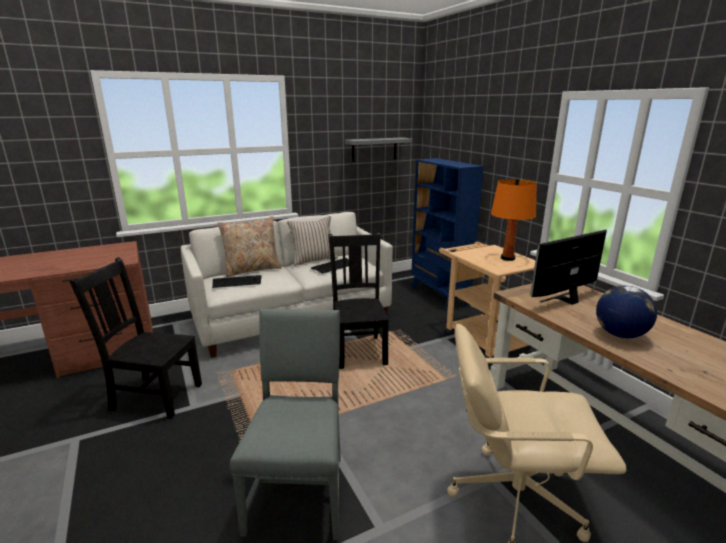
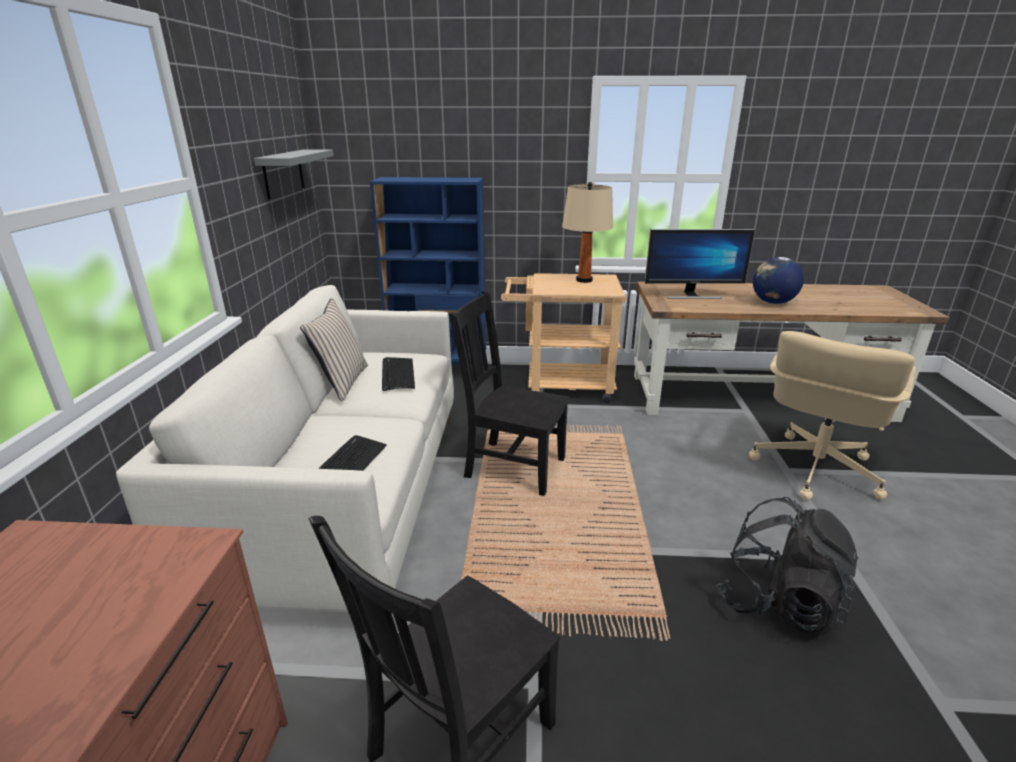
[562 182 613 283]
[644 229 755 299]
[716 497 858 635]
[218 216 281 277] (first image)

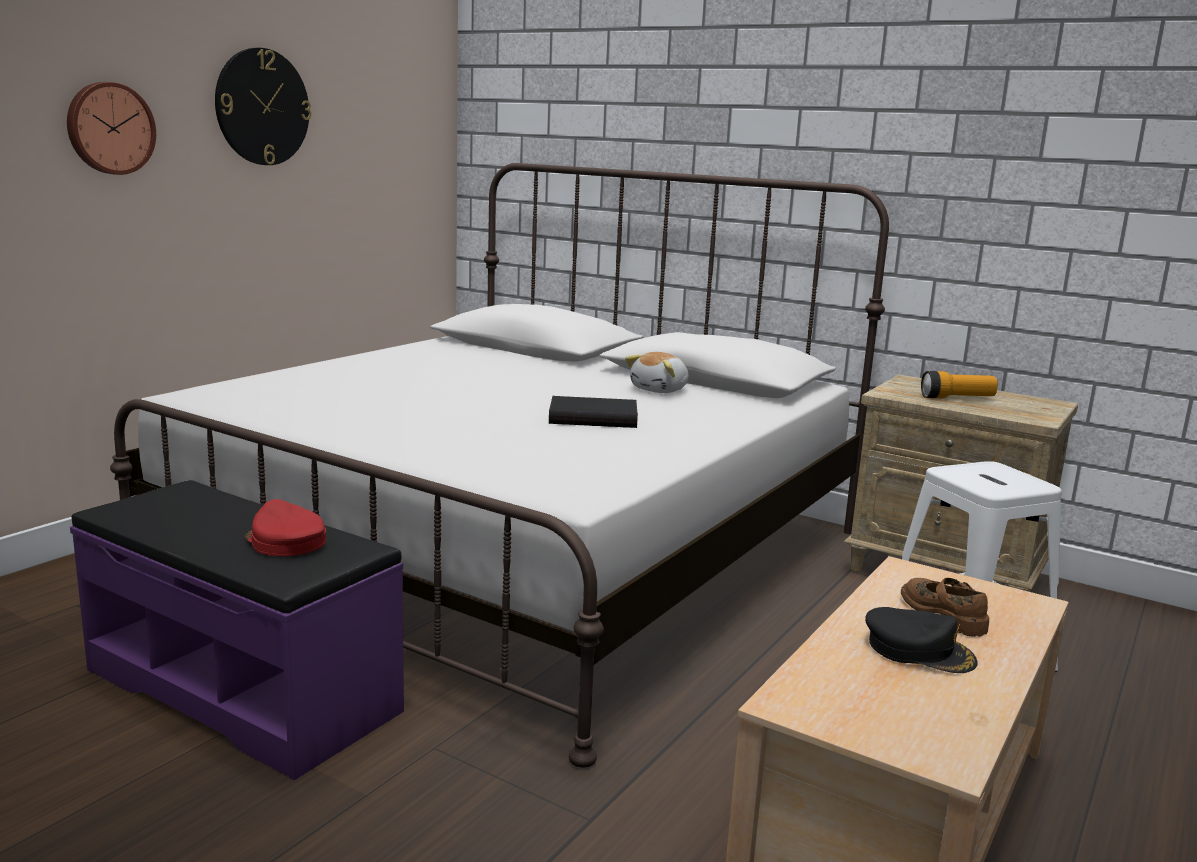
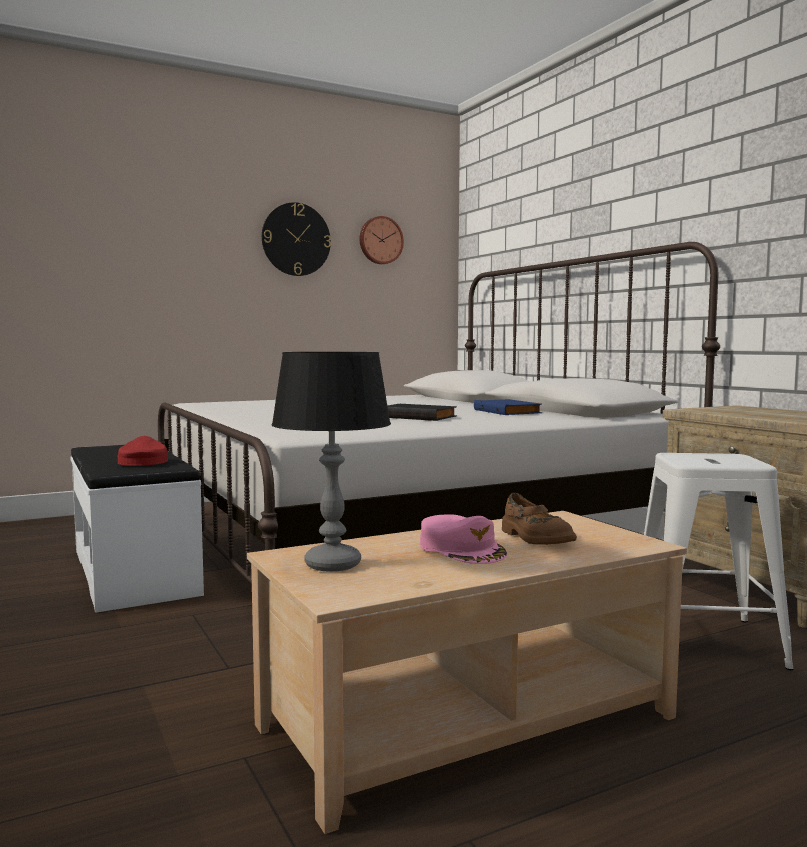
[70 445 204 613]
[271 352 391 572]
[359 216 404 264]
[420 514 507 564]
[474 399 542 415]
[502 493 577 545]
[921 371 998 398] (first image)

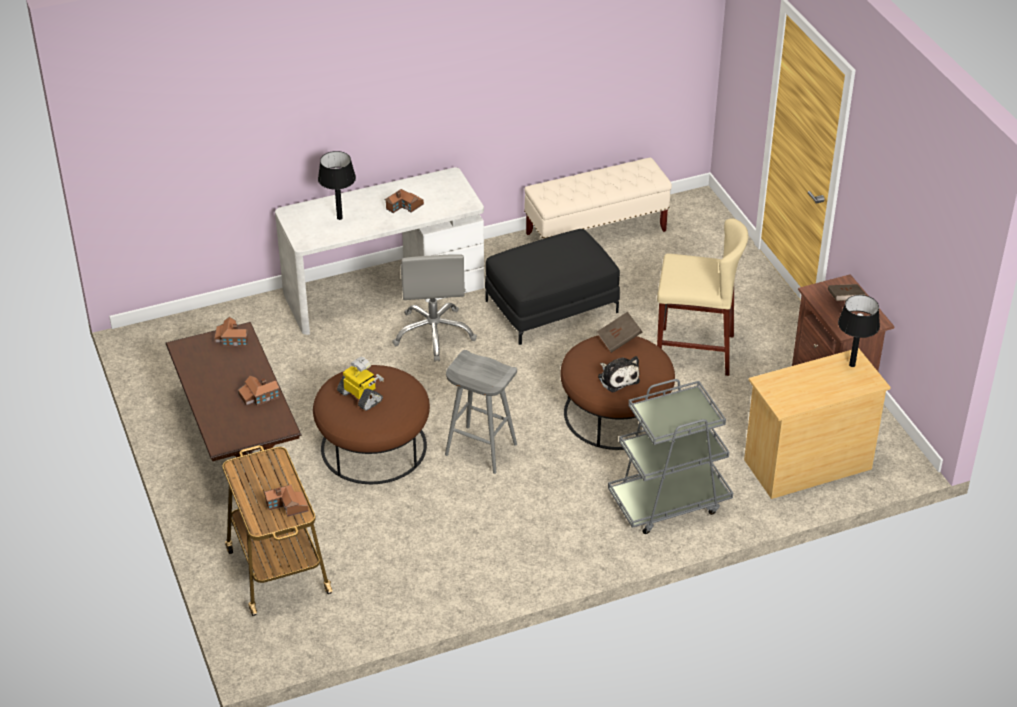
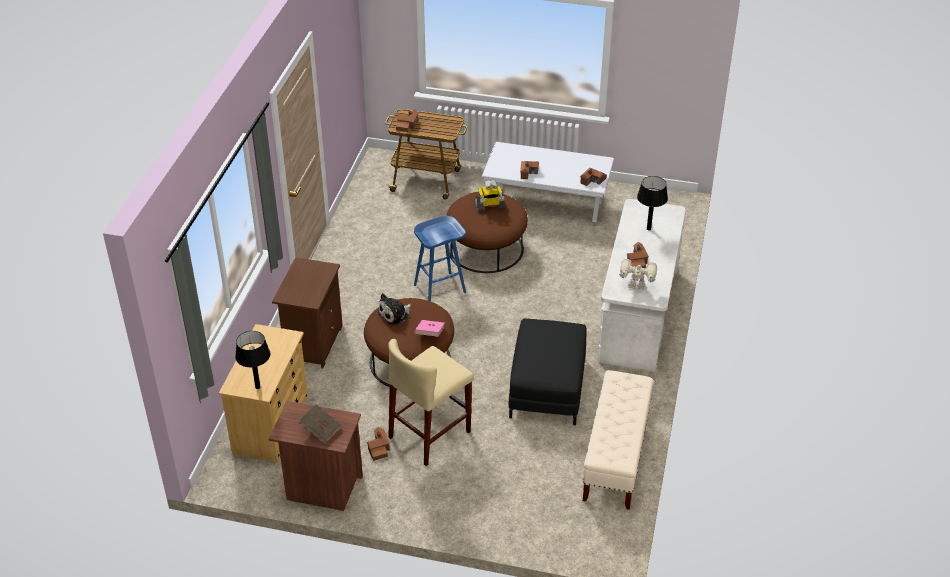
[272 257 343 368]
[367 427 390 461]
[378 293 411 325]
[414 216 466 302]
[415 320 444 337]
[482 142 614 222]
[619 259 657 290]
[392 254 477 362] (first image)

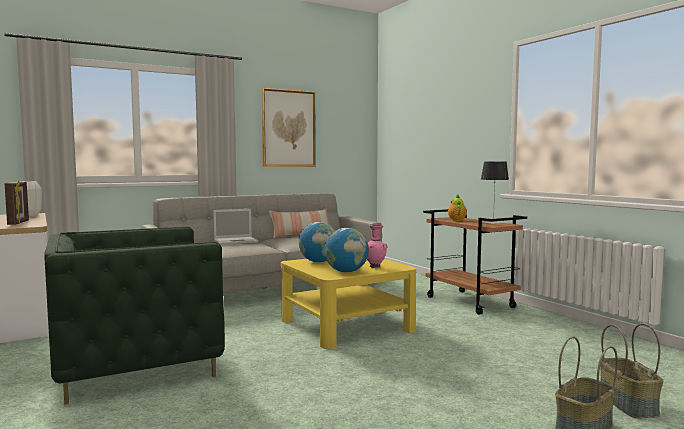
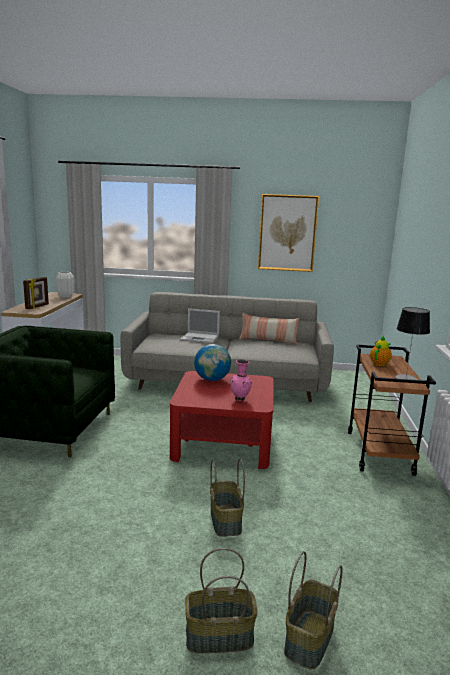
[170 371 274 469]
[210 458 245 537]
[324 228 369 272] (first image)

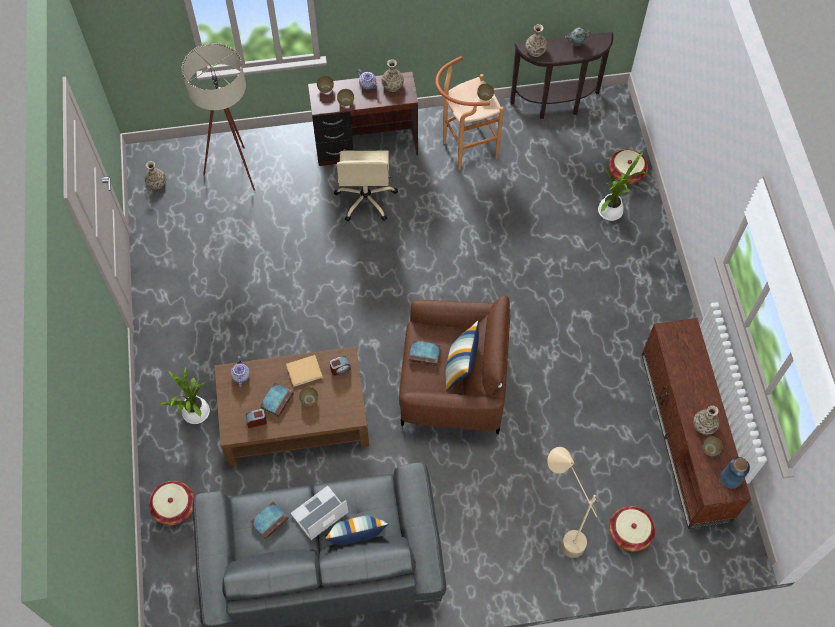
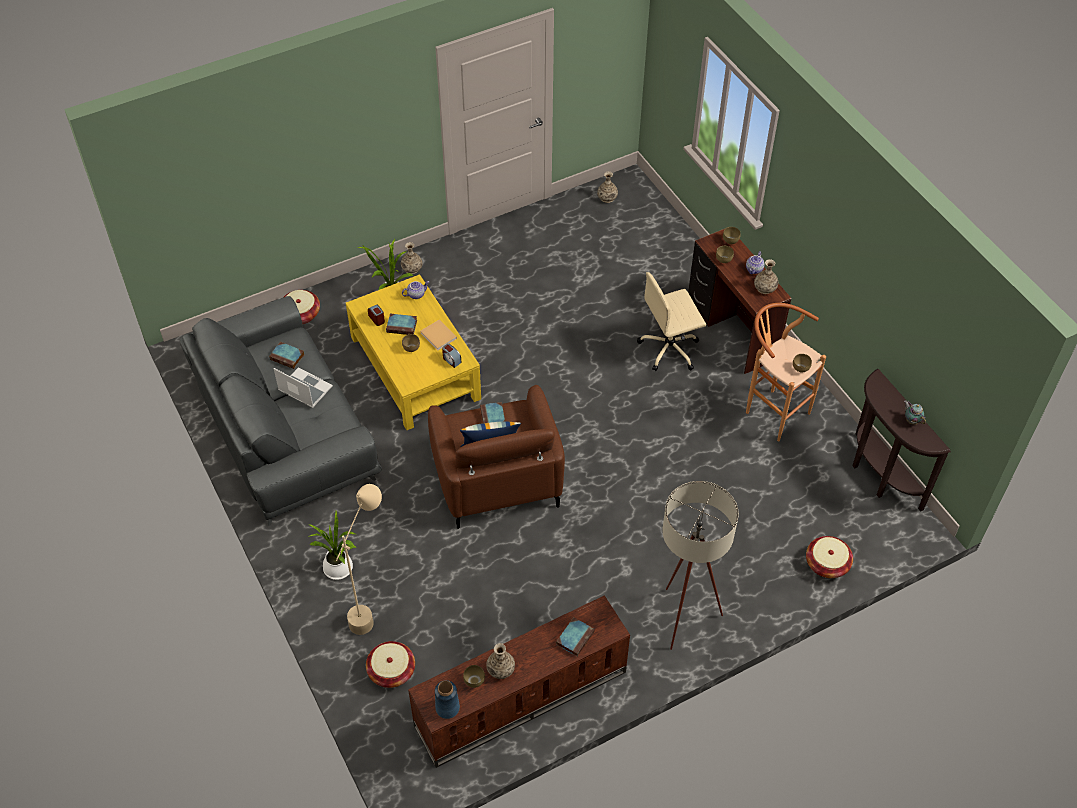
[308 511 356 580]
[346 274 481 430]
[401 242 422 274]
[556 617 595 657]
[662 481 739 650]
[324 516 388 545] (first image)

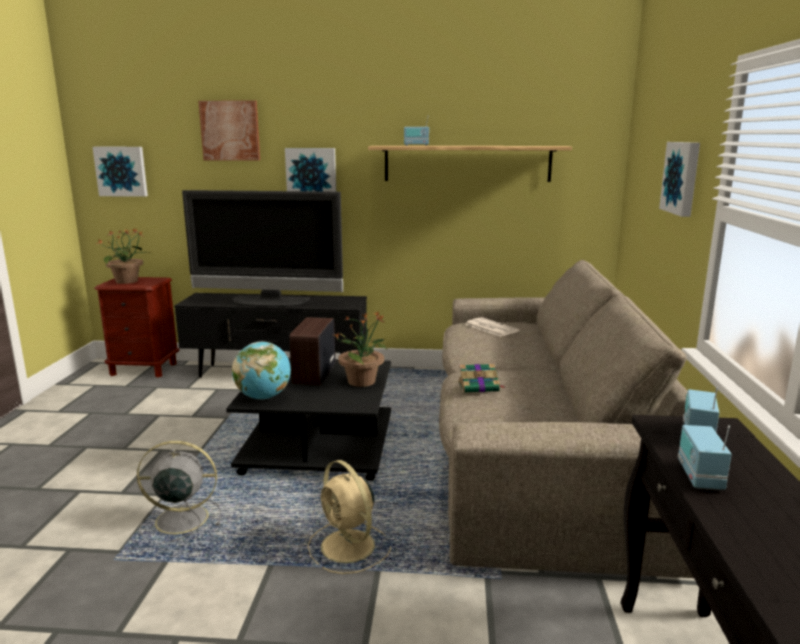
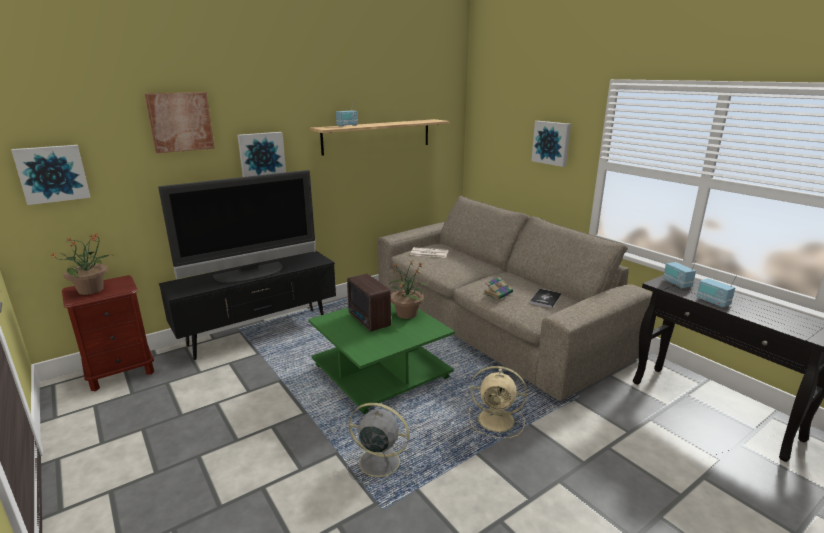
[308 303 455 414]
[347 403 410 484]
[530 289 561 308]
[232 342 291 400] (first image)

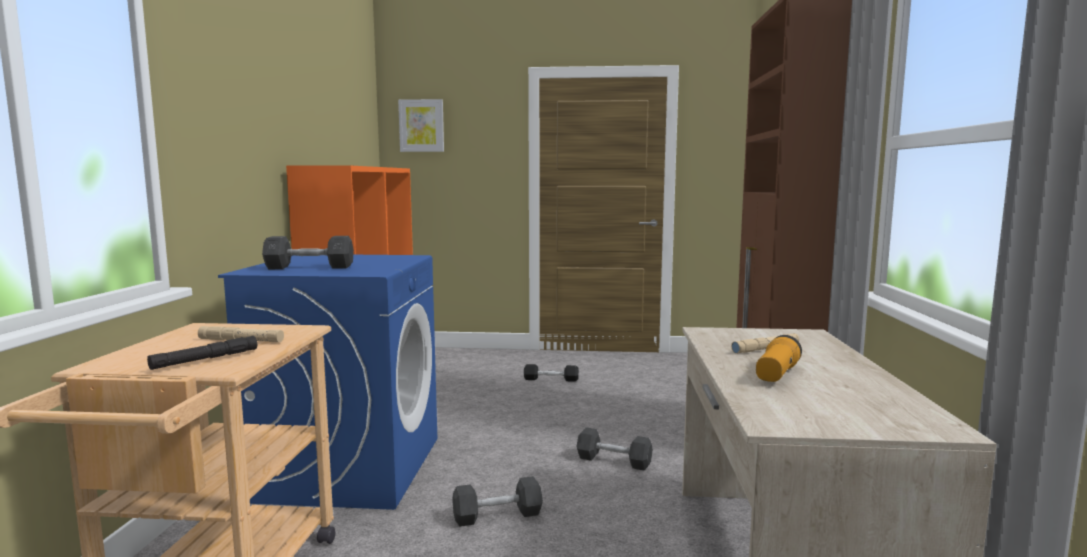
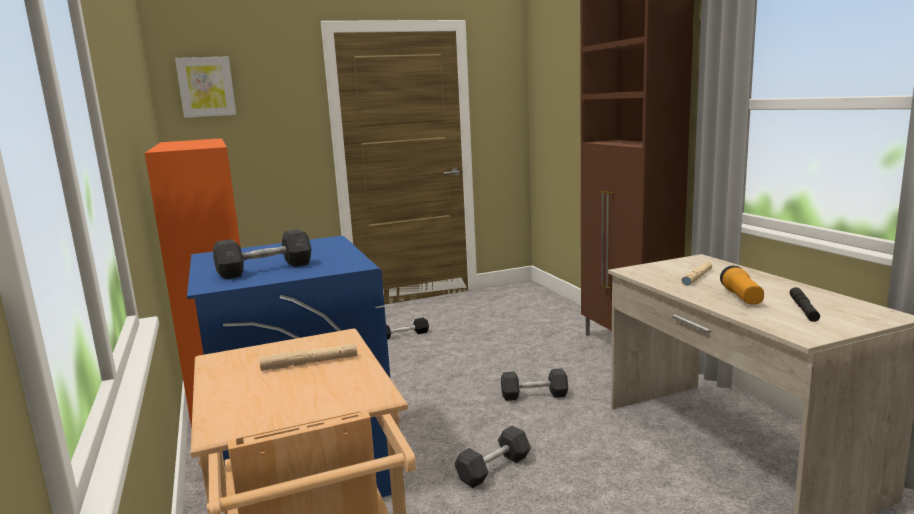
[790 287 820 322]

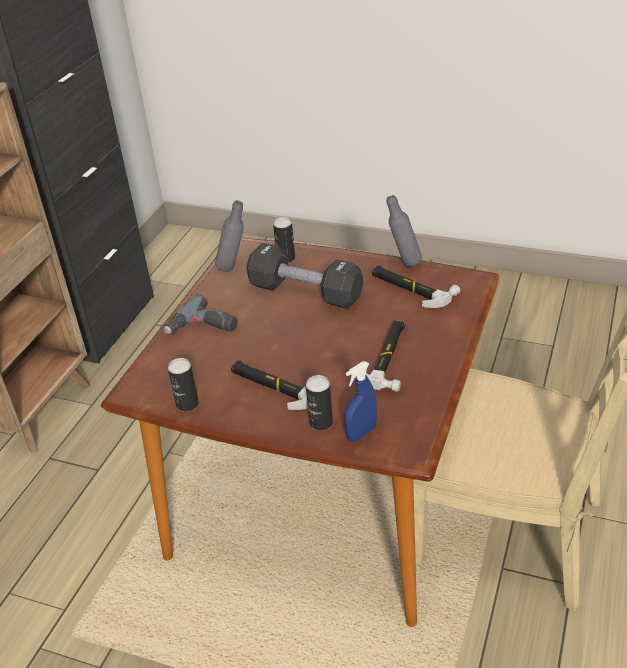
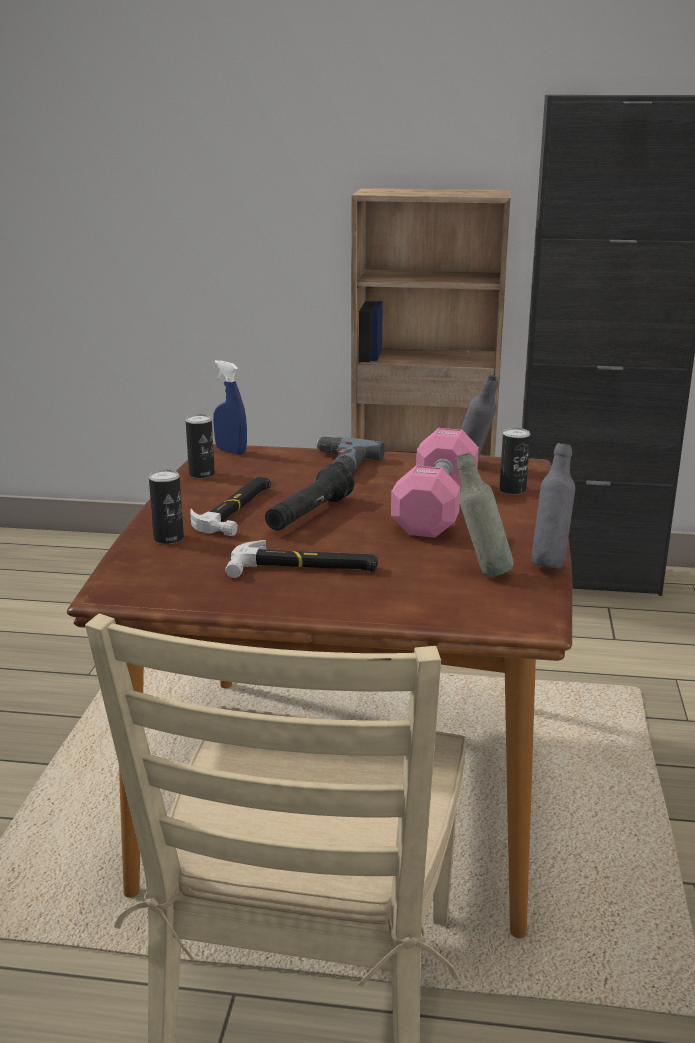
[213 360 247 455]
[265 463 354 531]
[391 428 479 538]
[457 453 513 577]

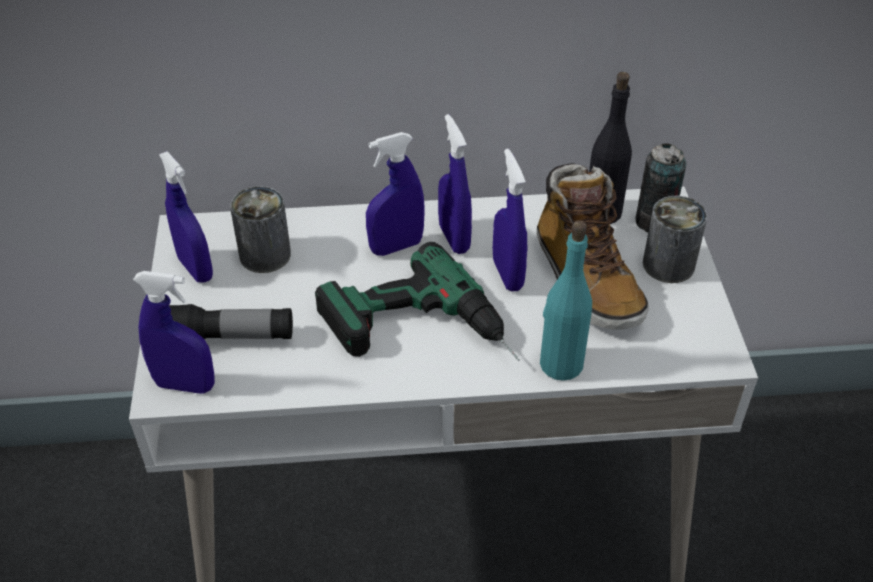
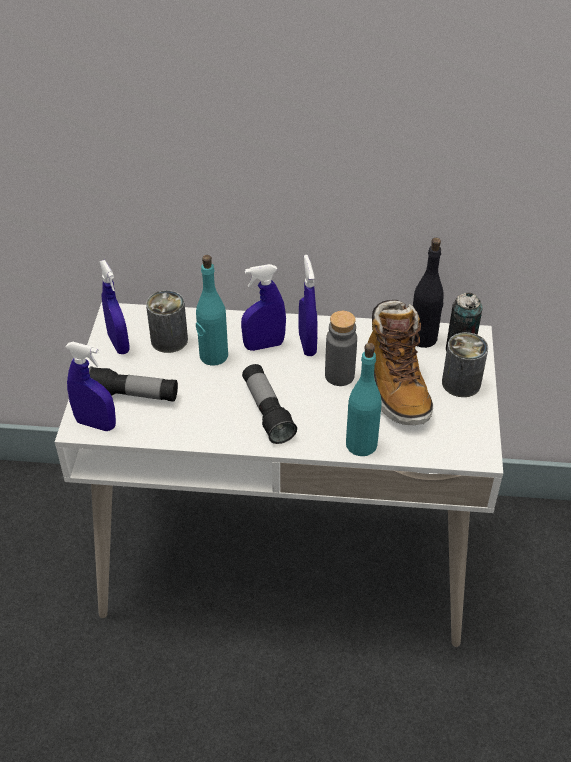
[196 255 228 366]
[242 364 297 444]
[325 311 357 386]

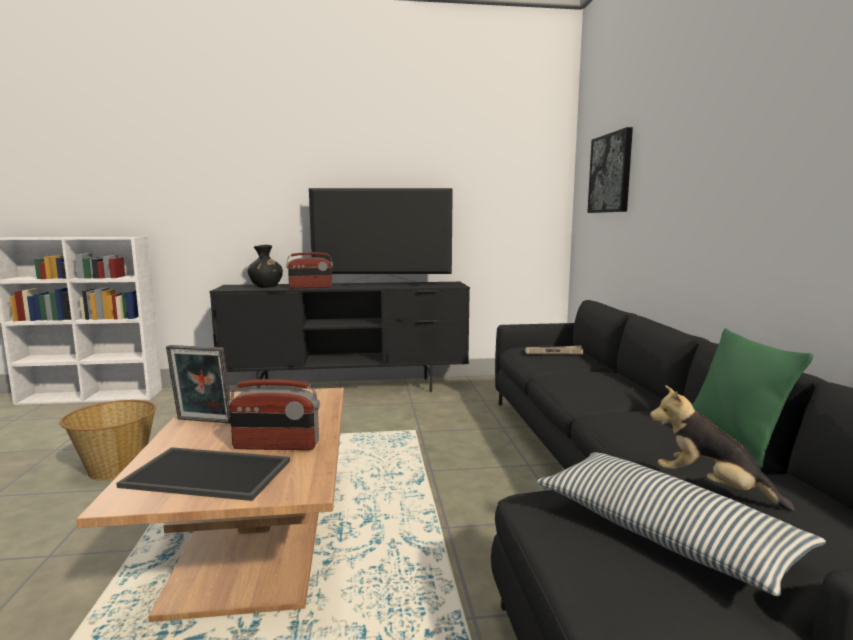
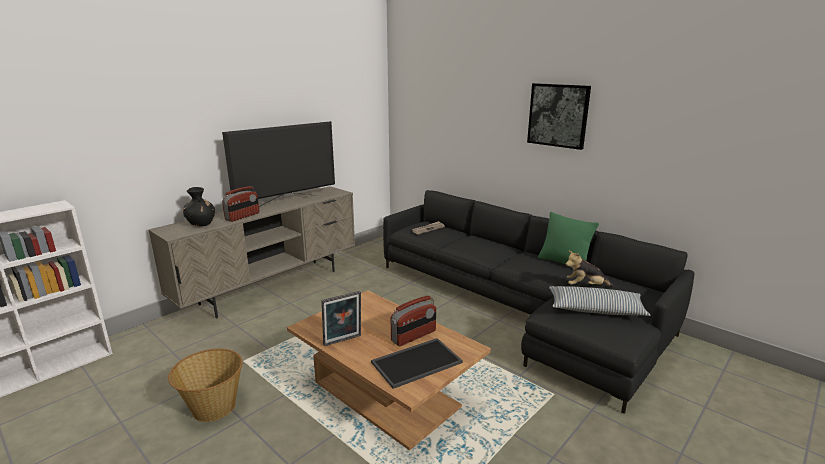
[148 186 355 318]
[527 83 591 150]

